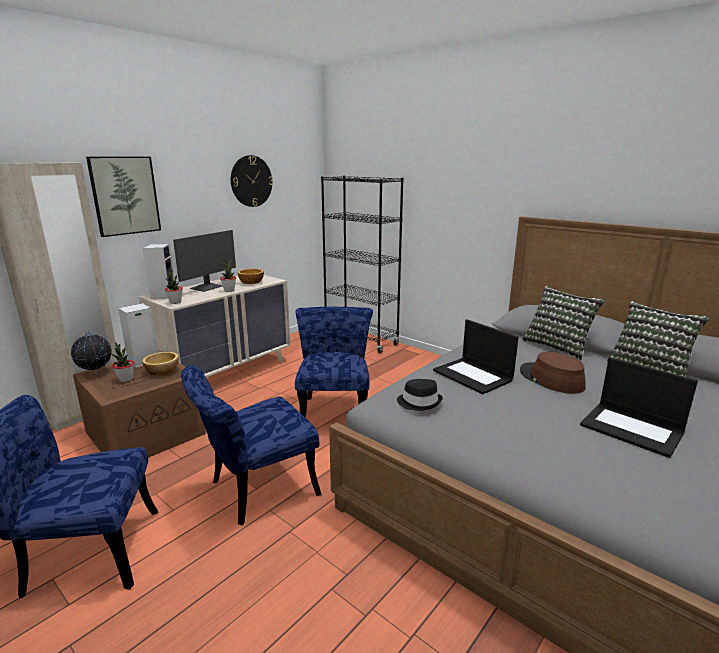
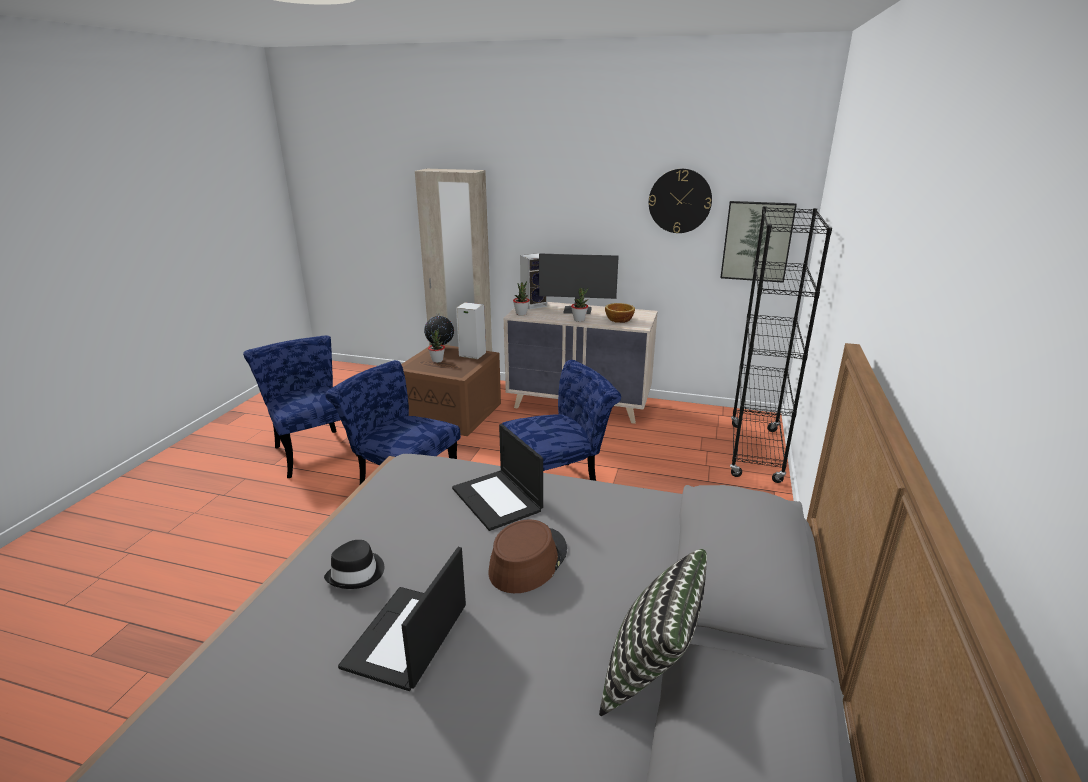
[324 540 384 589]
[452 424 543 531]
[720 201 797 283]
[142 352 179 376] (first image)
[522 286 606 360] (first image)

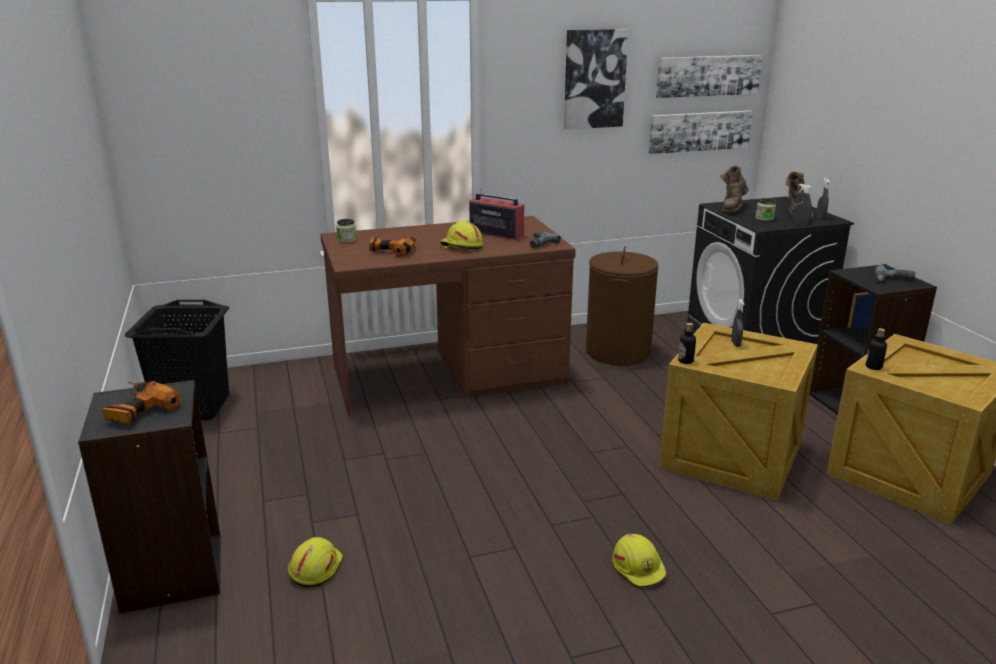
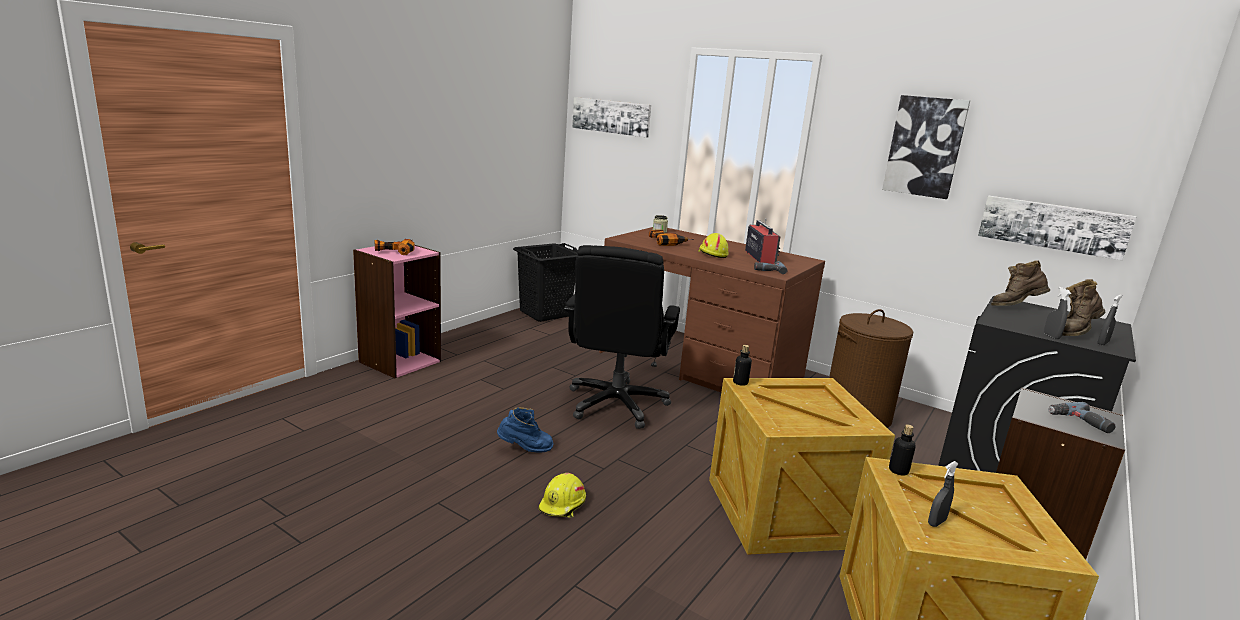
[353 241 441 378]
[497 407 553 453]
[564 245 680 429]
[572 97 651 138]
[928 461 958 527]
[288 537 343 587] (first image)
[755 198 776 221] (first image)

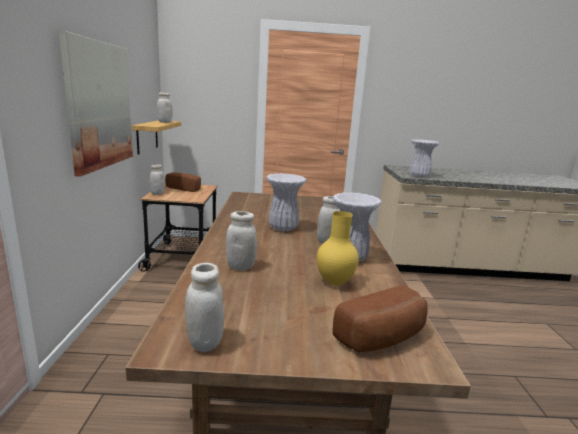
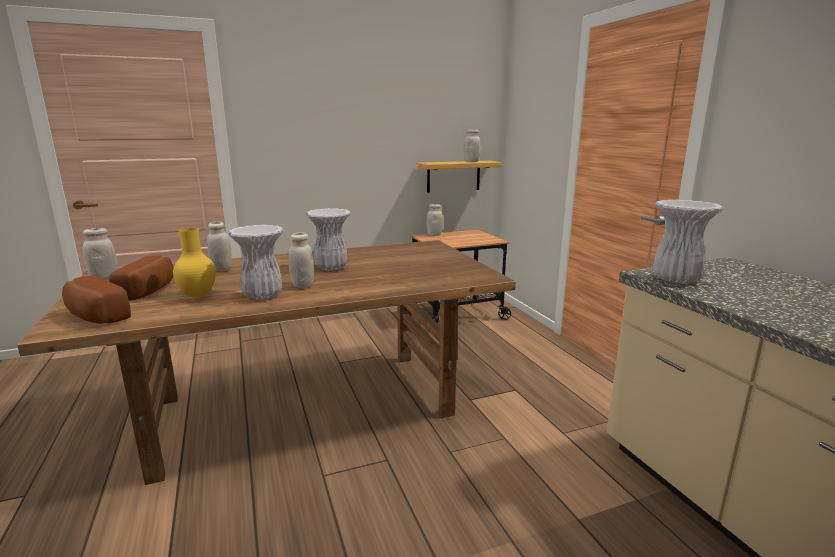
[109 255 173 301]
[59 31 133 177] (first image)

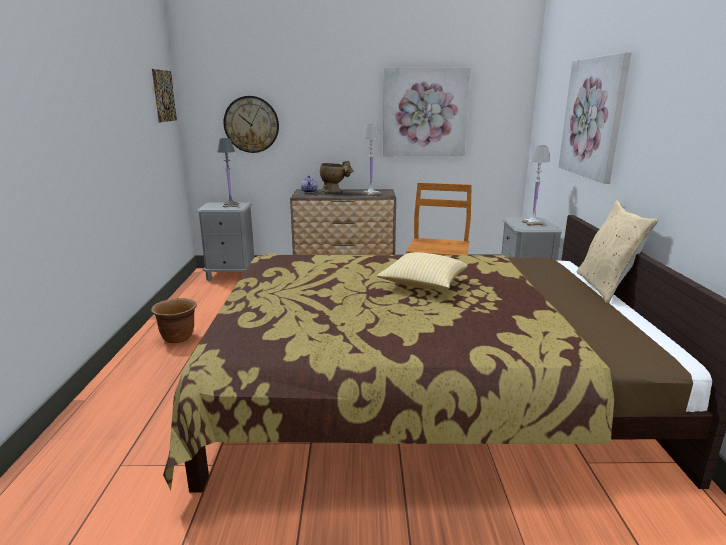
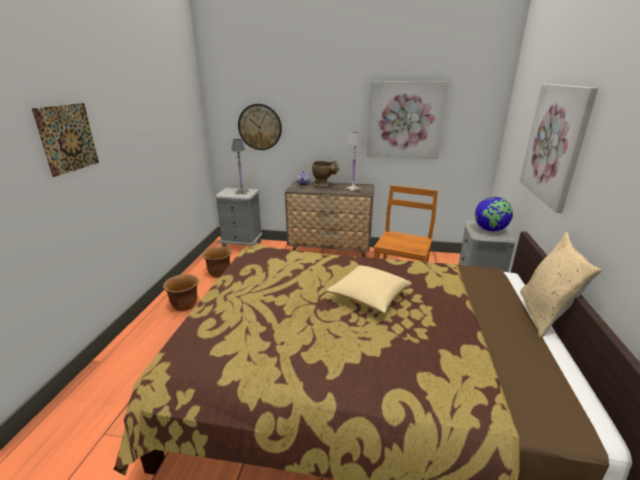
[32 103 99 177]
[202 247 232 278]
[475 197 513 231]

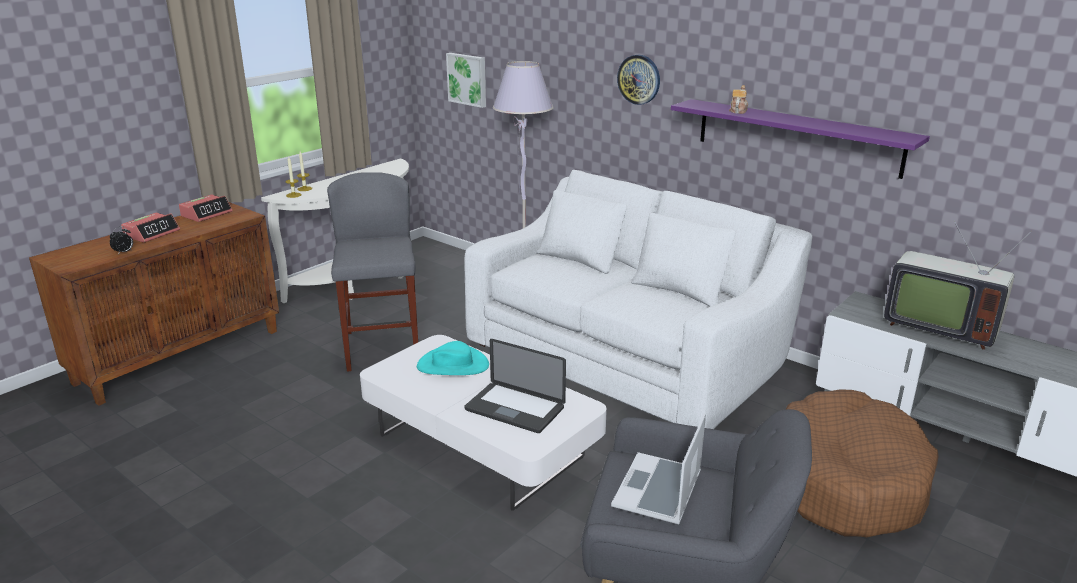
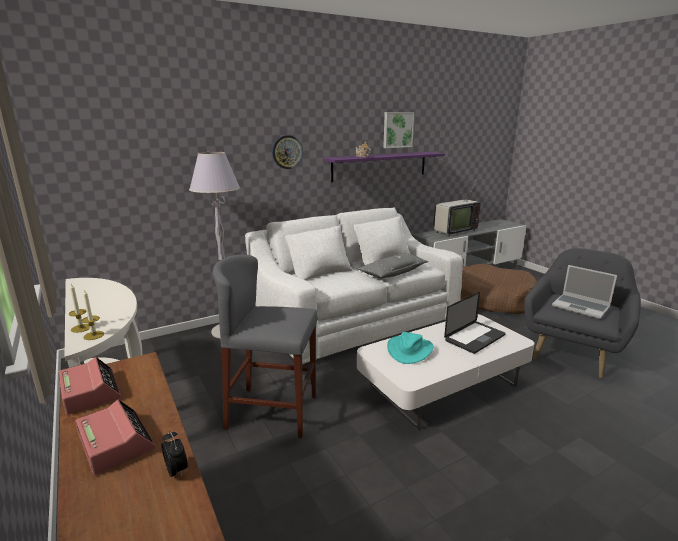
[357 253 428 278]
[383 112 414 148]

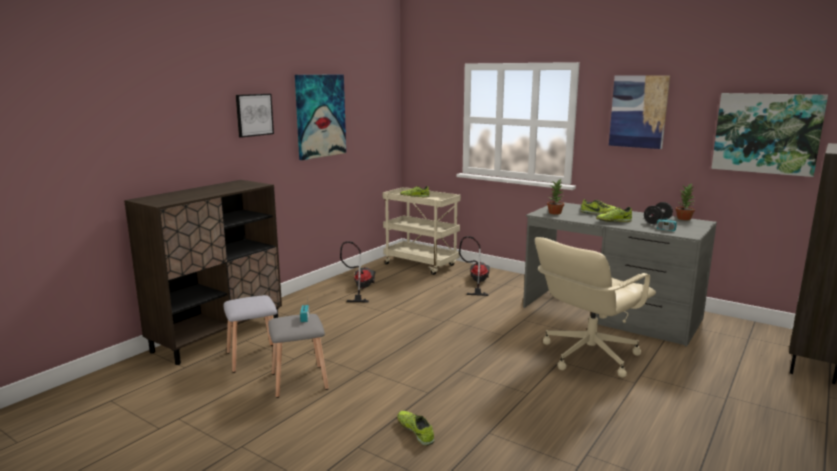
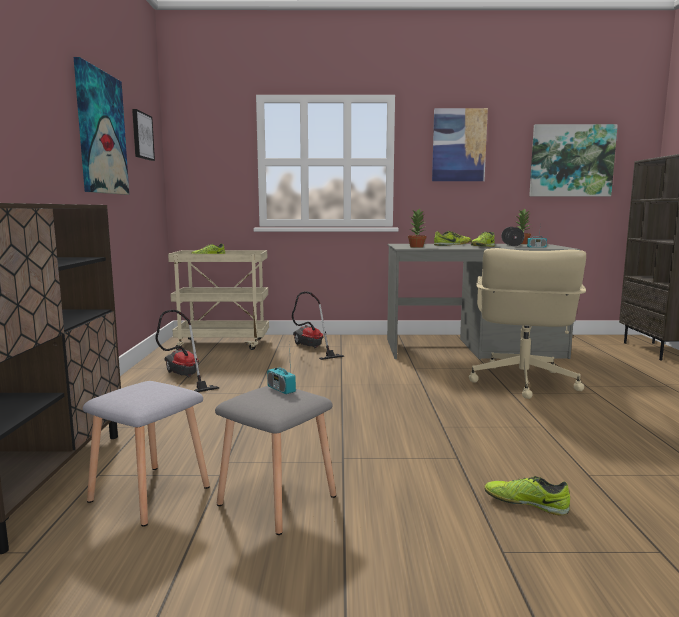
[132 109 155 161]

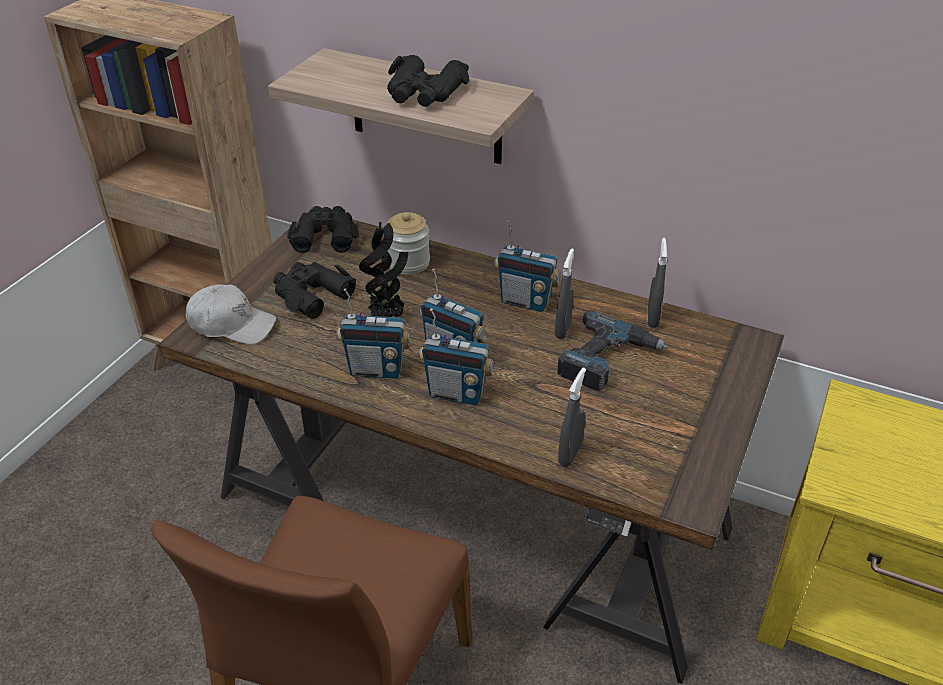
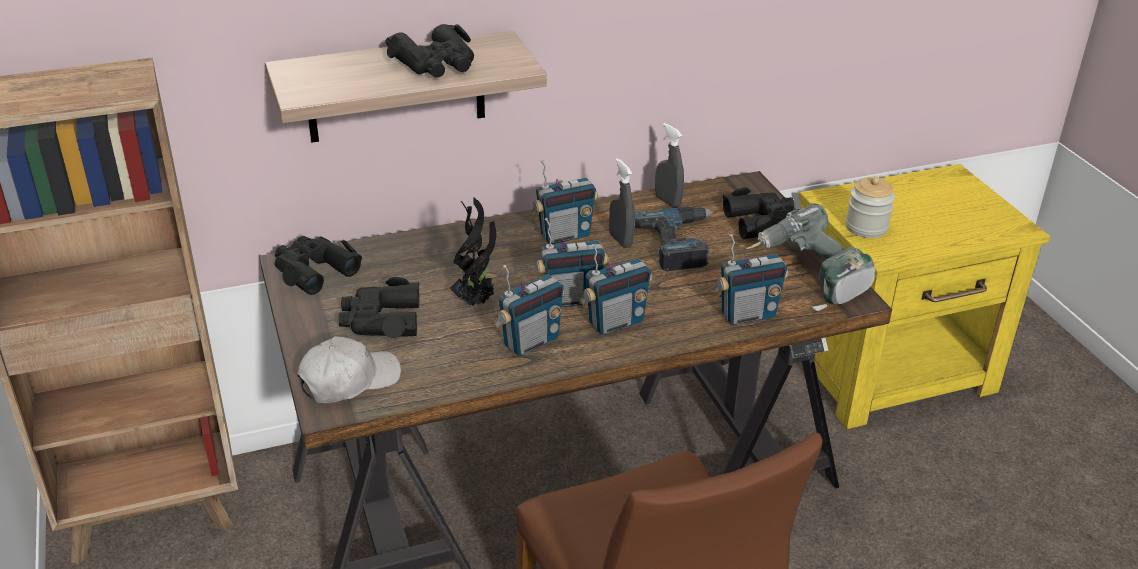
[714 234 788 325]
[723 187 800 239]
[746 203 875 311]
[846 176 895 238]

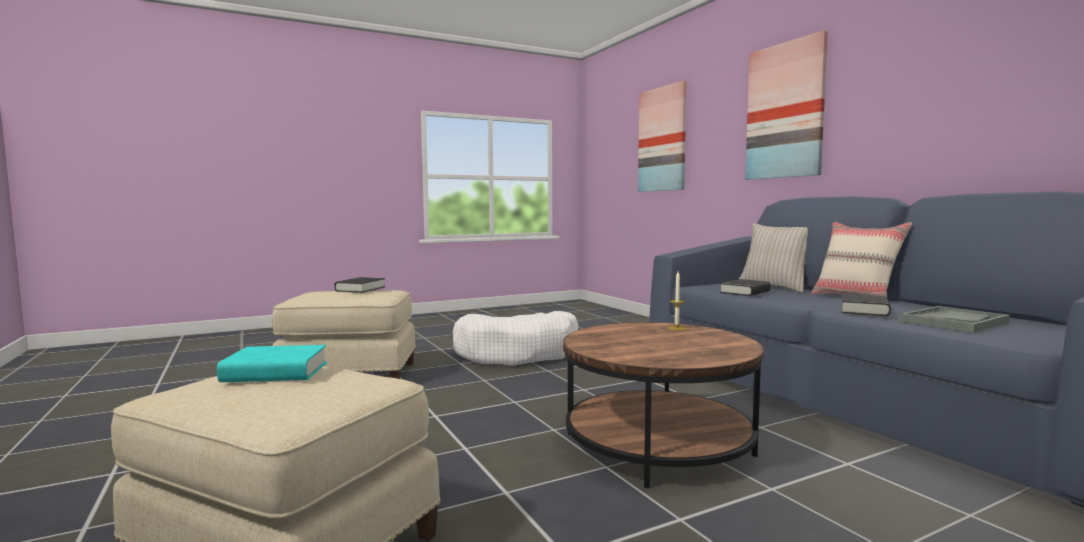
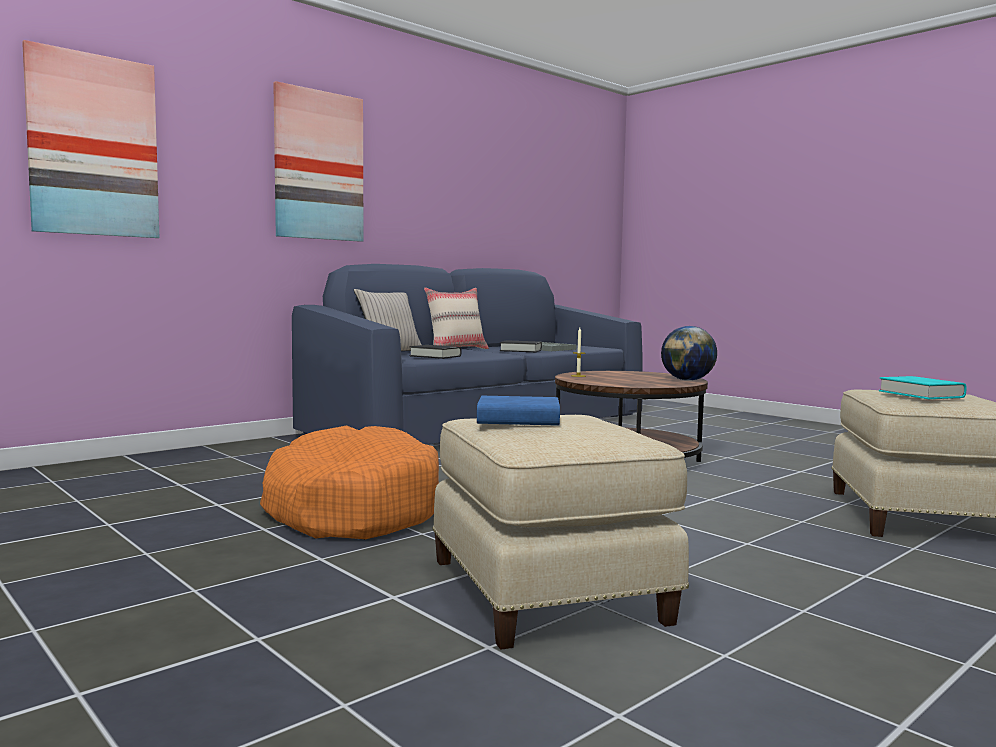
[260 425 439 539]
[477 396 560 426]
[661 326 717 381]

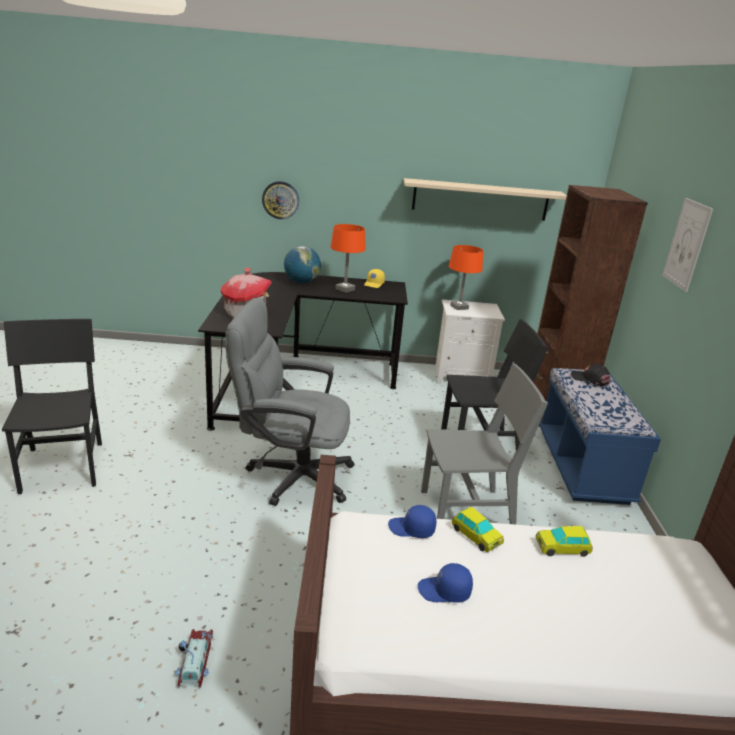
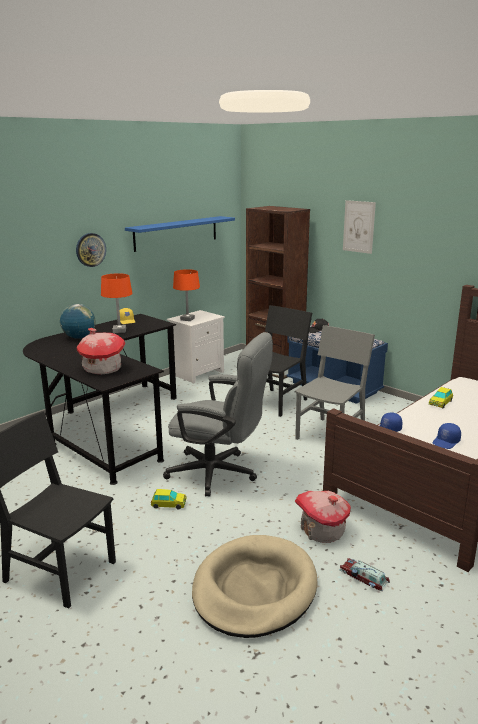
[76 233 106 267]
[125 216 235 252]
[151 489 186 510]
[163 332 273 497]
[192 535 318 638]
[295 491 351 543]

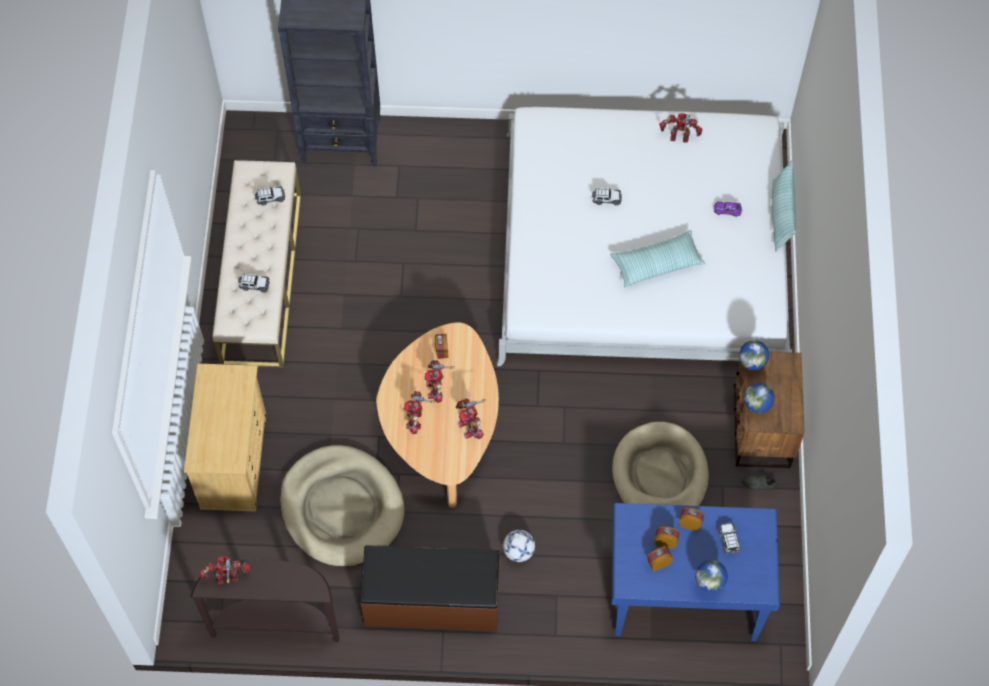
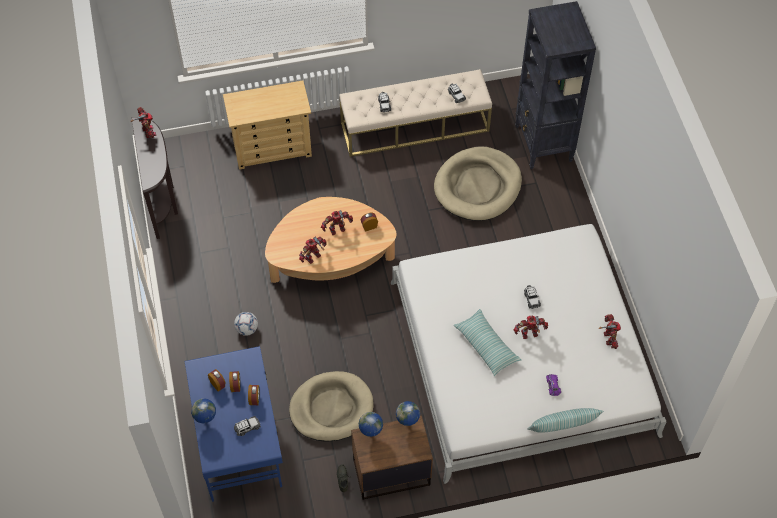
[434 147 522 221]
[513 316 548 339]
[360 545 500 631] (first image)

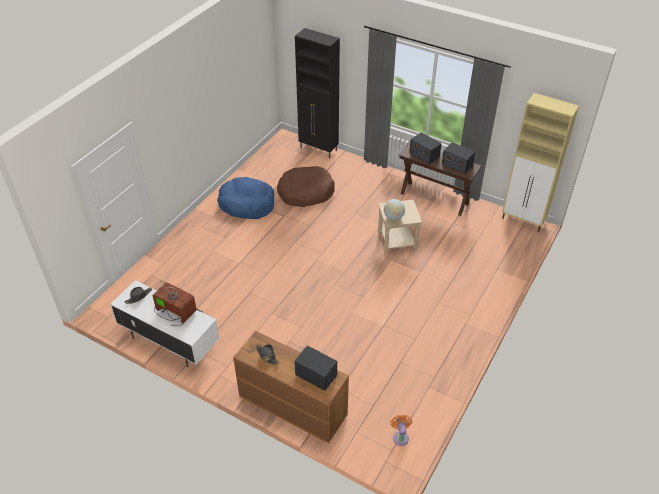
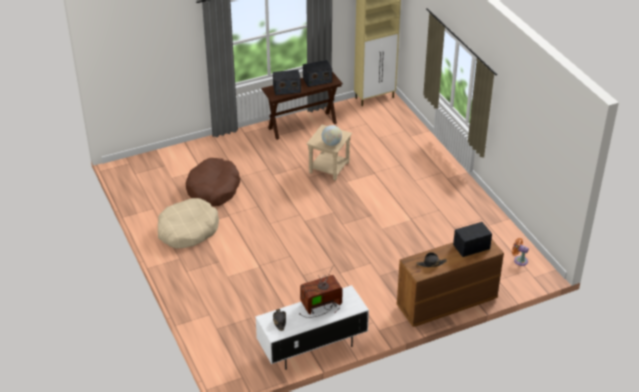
[158 198 219 248]
[295 28 340 158] (first image)

